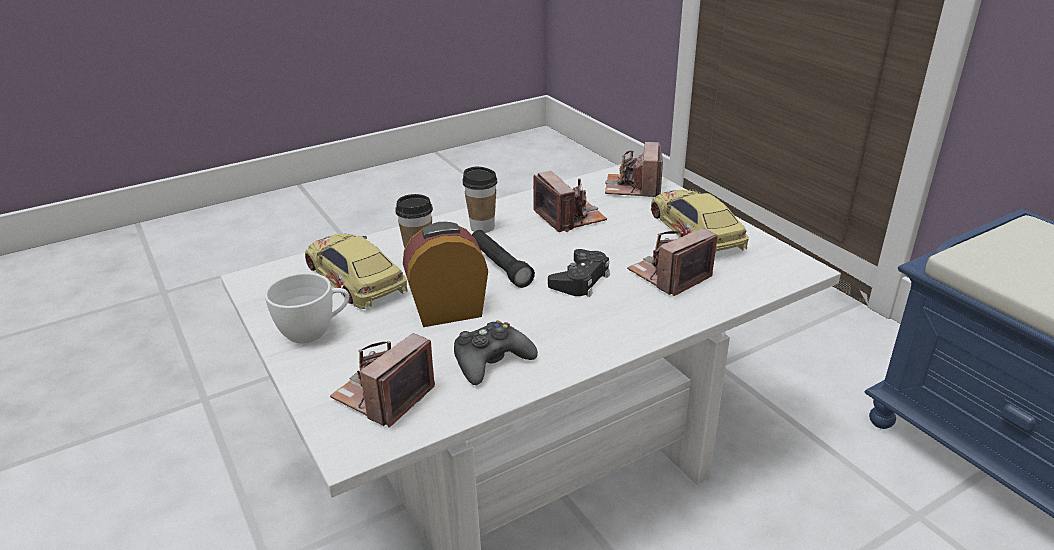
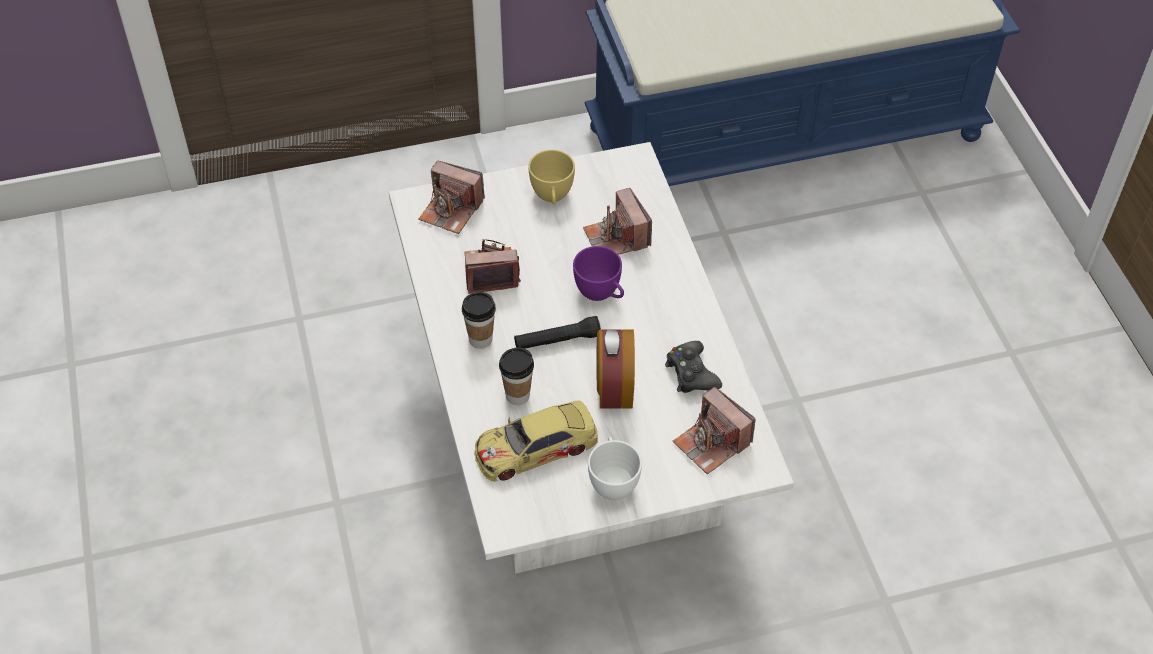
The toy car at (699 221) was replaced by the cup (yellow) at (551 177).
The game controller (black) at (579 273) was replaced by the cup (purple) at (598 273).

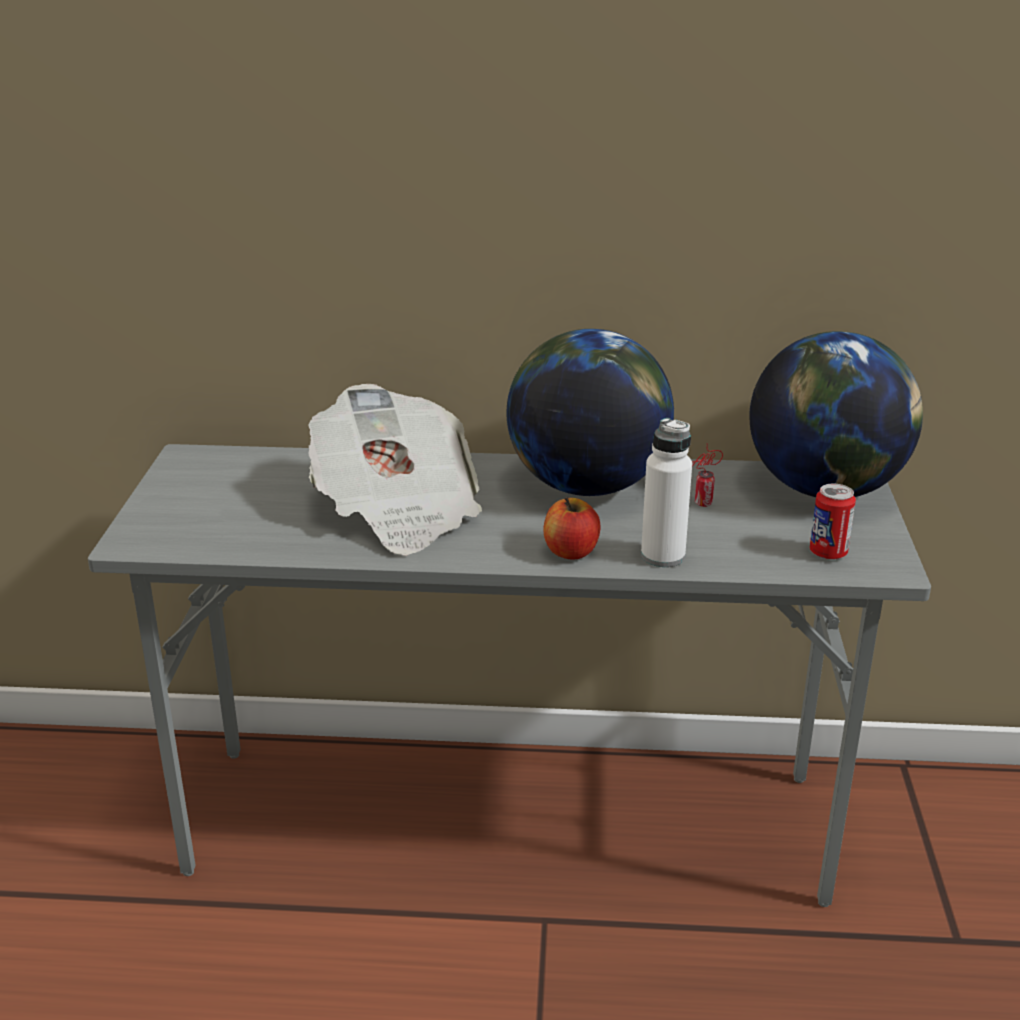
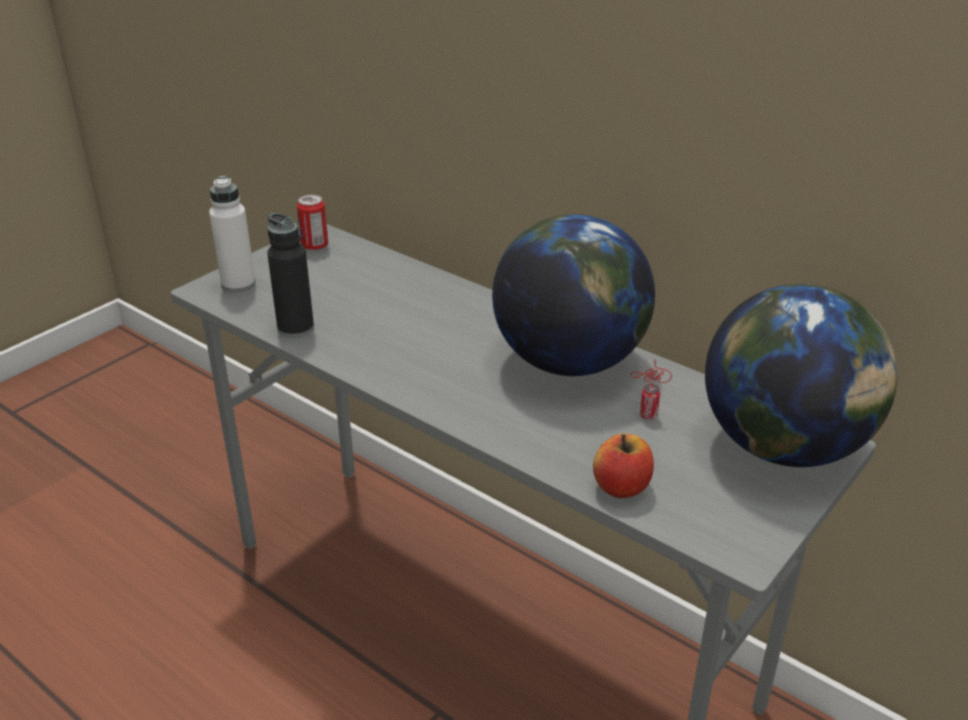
The bottle (white) moved from (666 492) to (232 234).
The bottle (black) at (290 275) appeared.
The can moved from (833 522) to (312 223).
The apple moved from (571 528) to (623 465).
The newspaper at (395 470) disappeared.

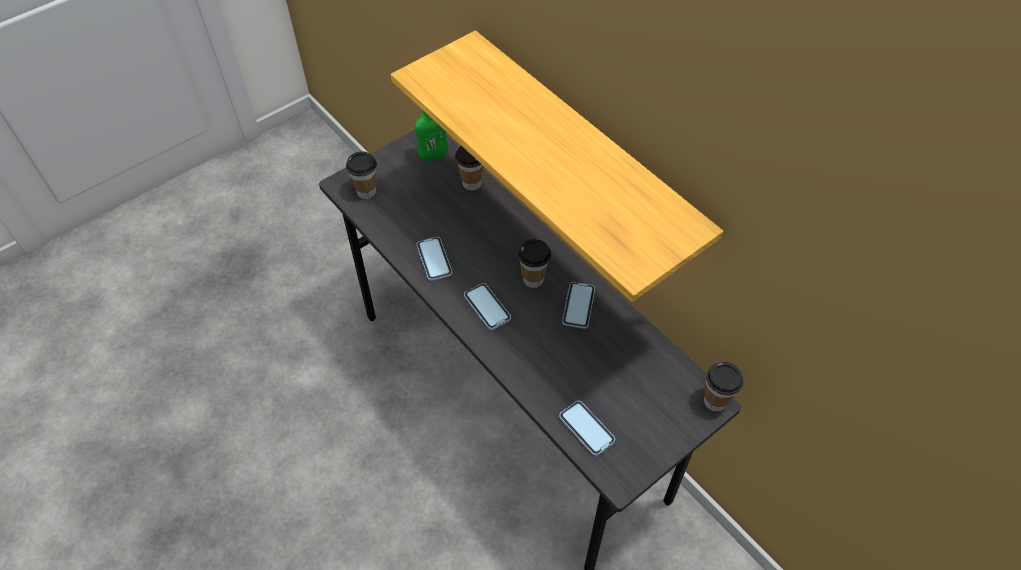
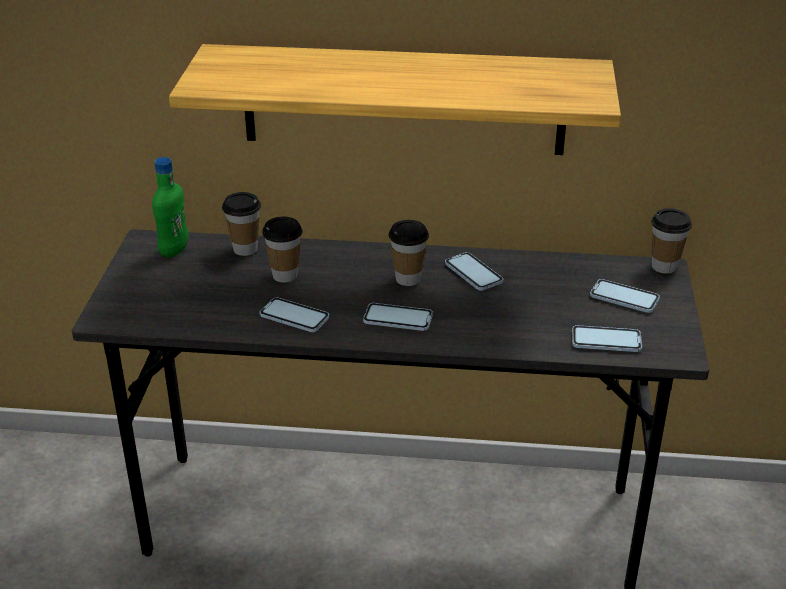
The cup moved from (361 175) to (282 250).
The phone at (625 296) appeared.

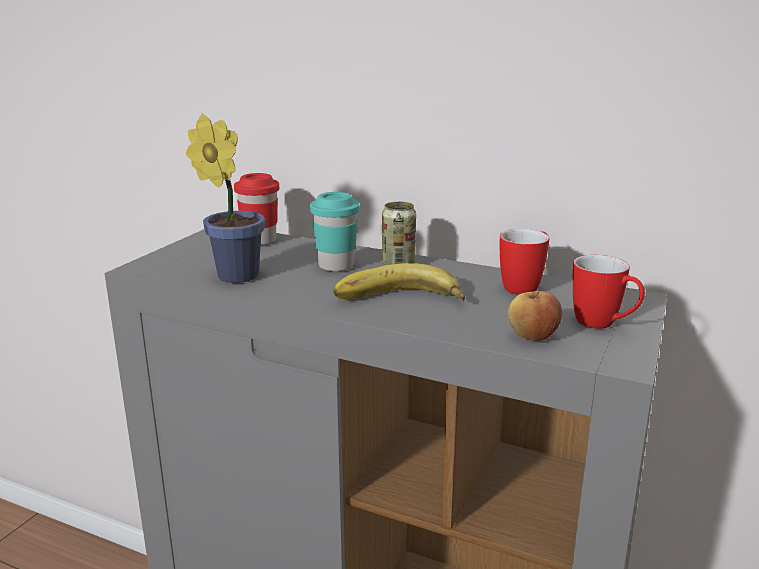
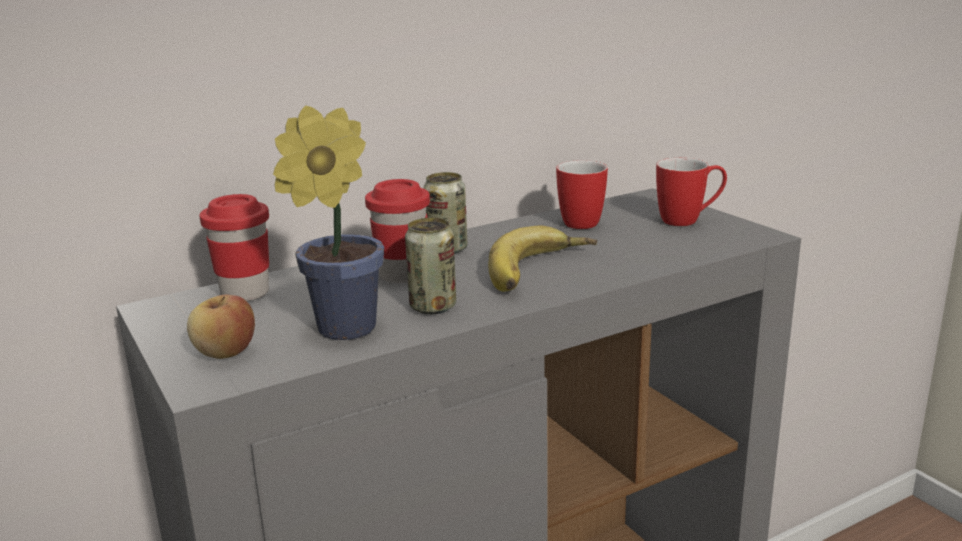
The apple moved from (535 316) to (221 327).
The cup (turquoise) at (335 232) became the cup (red) at (397 231).
The can at (430 266) appeared.

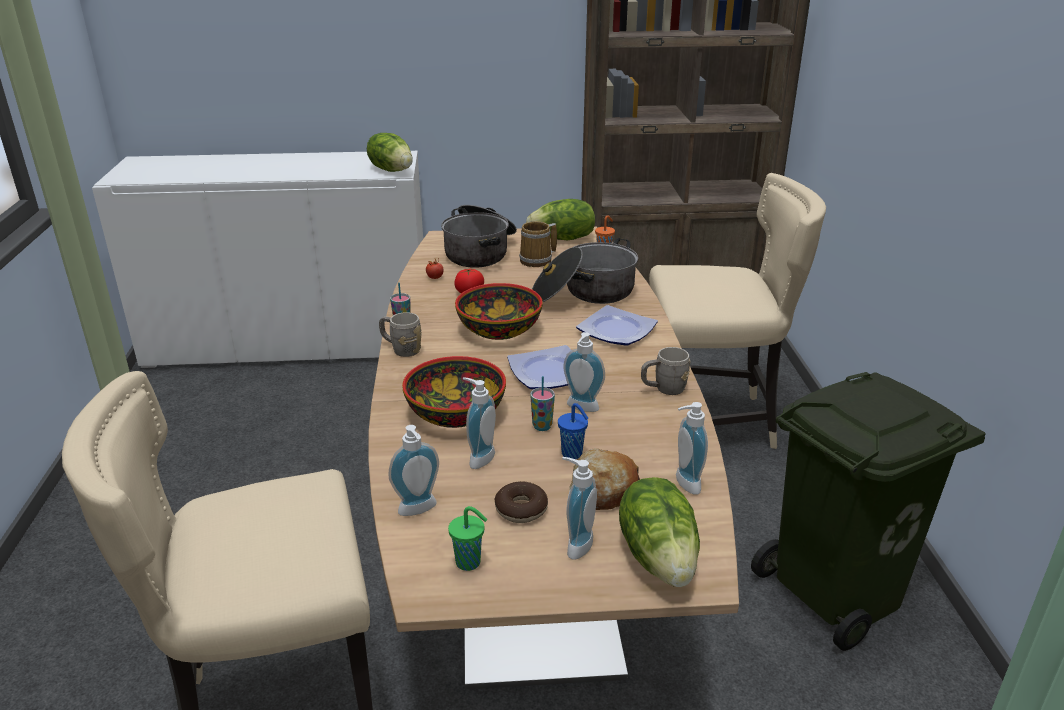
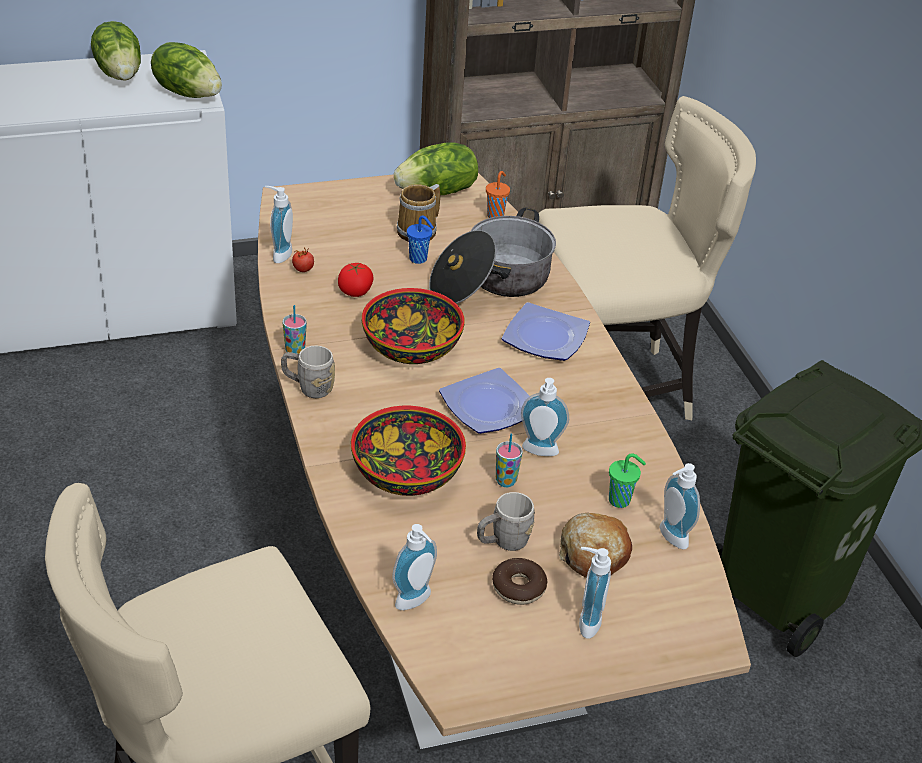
The lettuce moved from (659 532) to (116 50).
The soap dispenser moved from (479 423) to (279 224).
The cup (blue) moved from (573 431) to (420 239).
The mug (grey) moved from (666 371) to (506 521).
The cup (green) moved from (467 538) to (627 480).
The cooking pot at (479 236) disappeared.

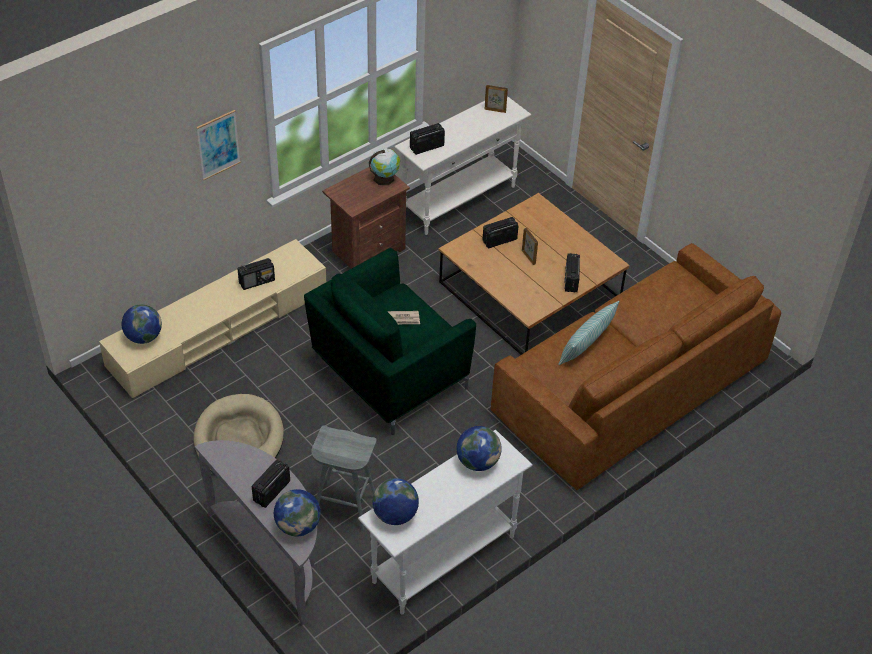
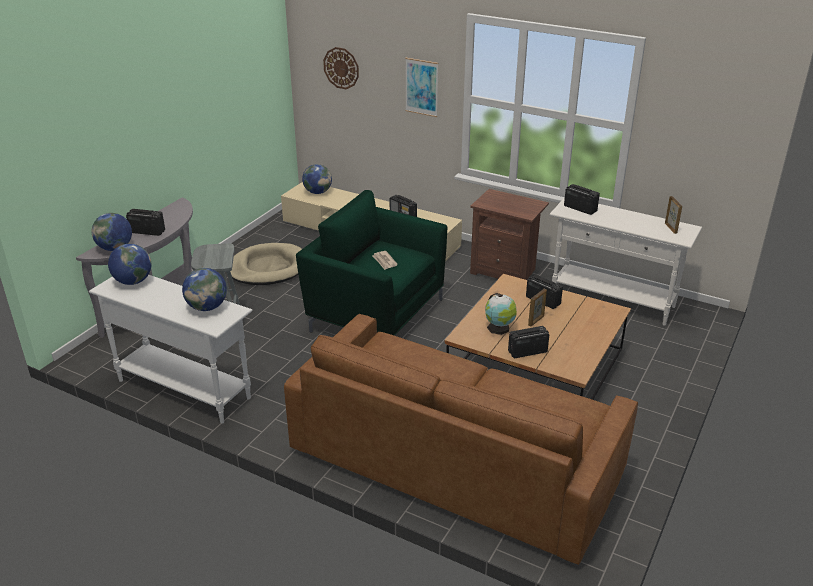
The wall clock at (341 68) appeared.
The globe moved from (384 166) to (501 314).
The pillow at (588 333) disappeared.

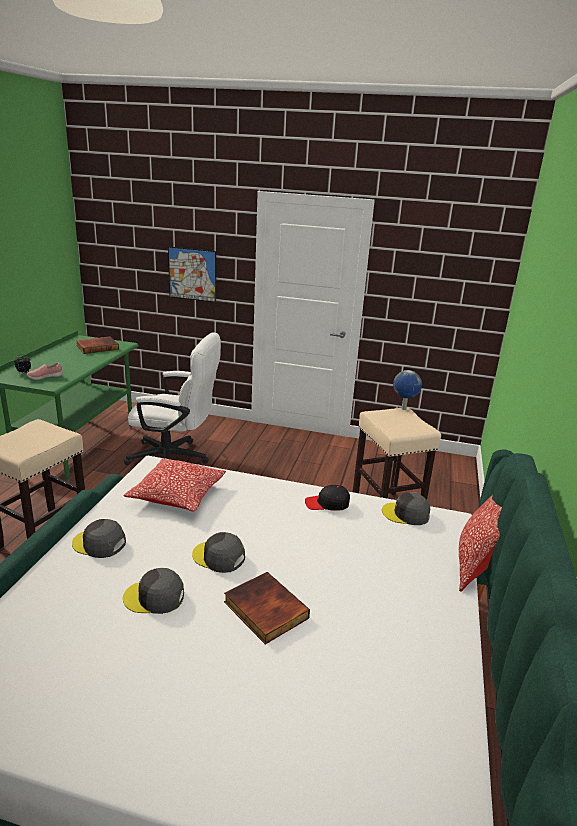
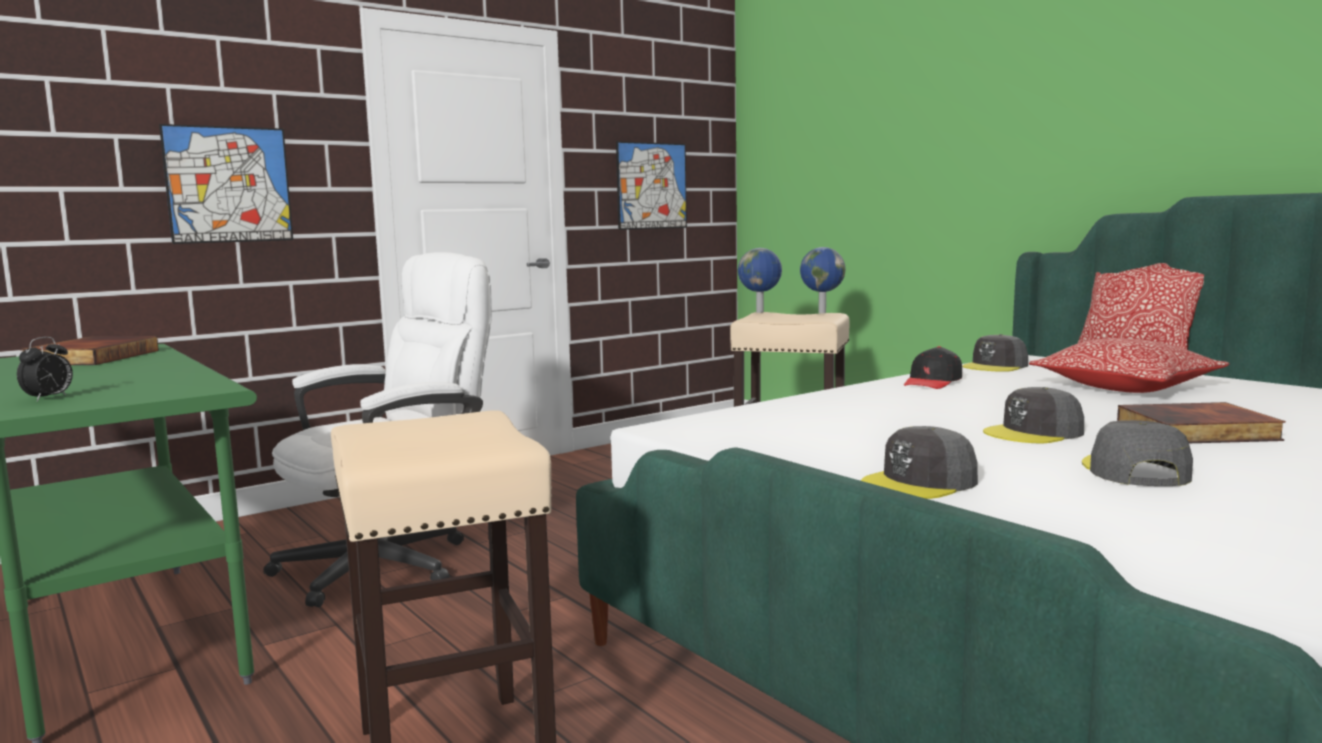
The picture at (651 185) appeared.
The globe at (823 280) appeared.
The pillow moved from (175 485) to (1129 365).
The cap (grey) at (153 591) turned 150 degrees clockwise.
The shoe (pink) at (44 371) disappeared.

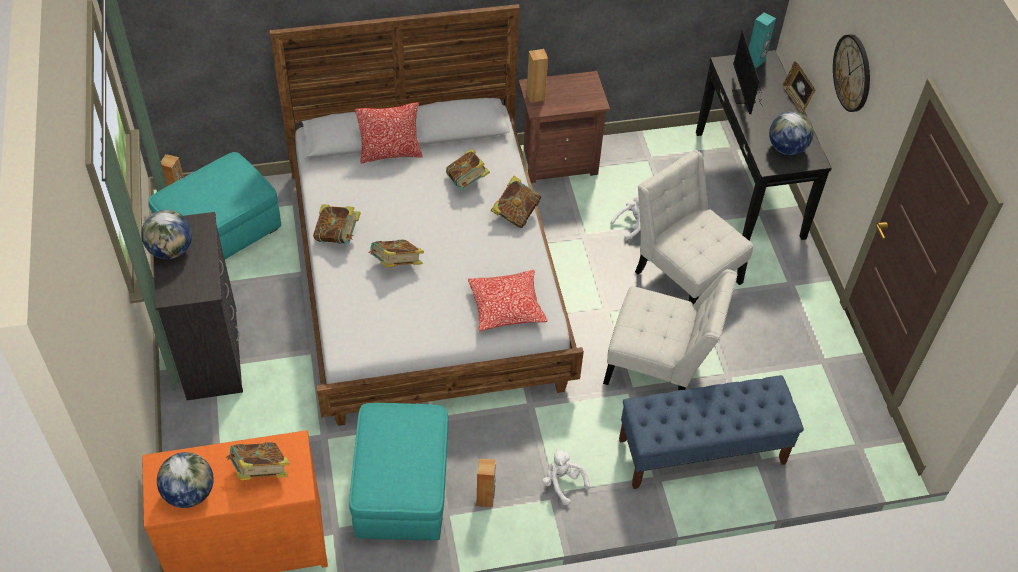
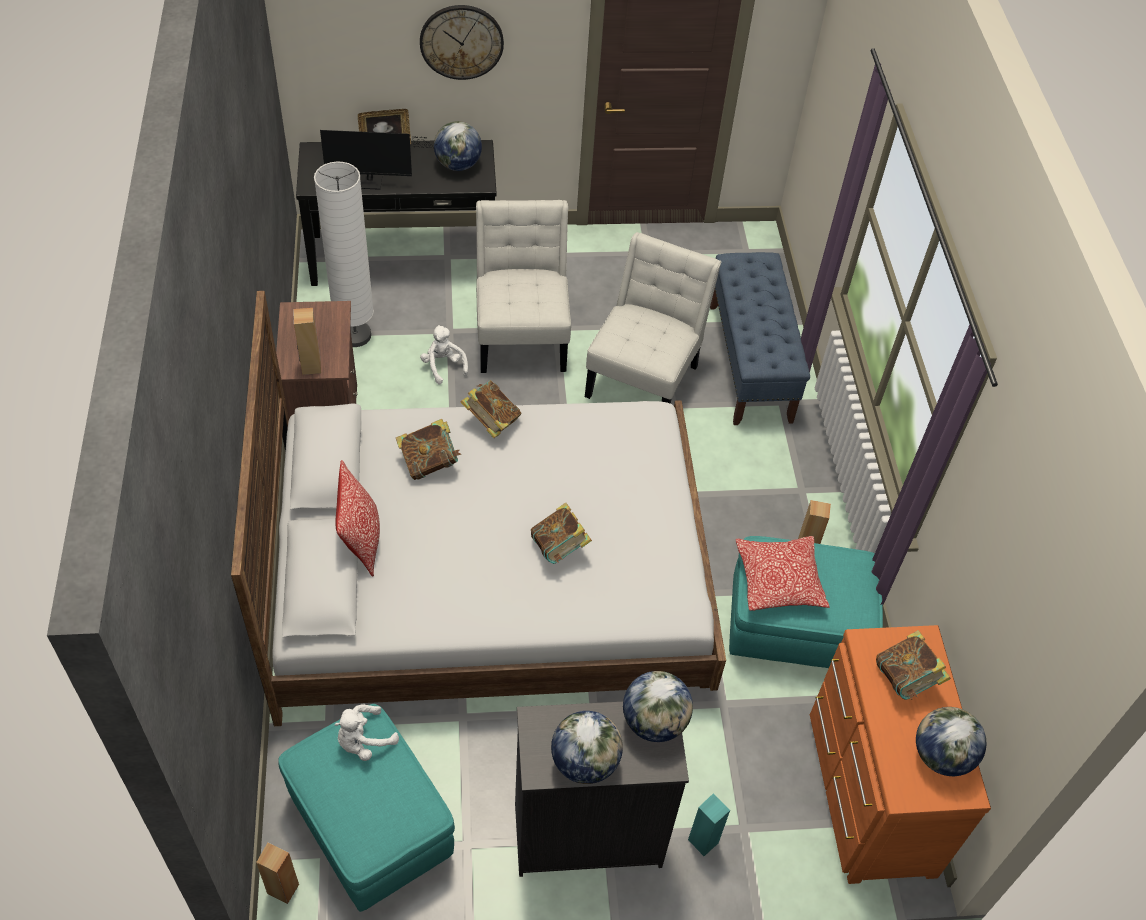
The floor lamp (white) at (344 254) appeared.
The plush toy (white) moved from (566 477) to (367 733).
The chair (white) at (694 227) turned 120 degrees clockwise.
The globe at (658 706) appeared.
The speaker (turquoise) moved from (762 40) to (709 825).
The pillow moved from (507 300) to (783 573).
The book at (337 224) disappeared.

